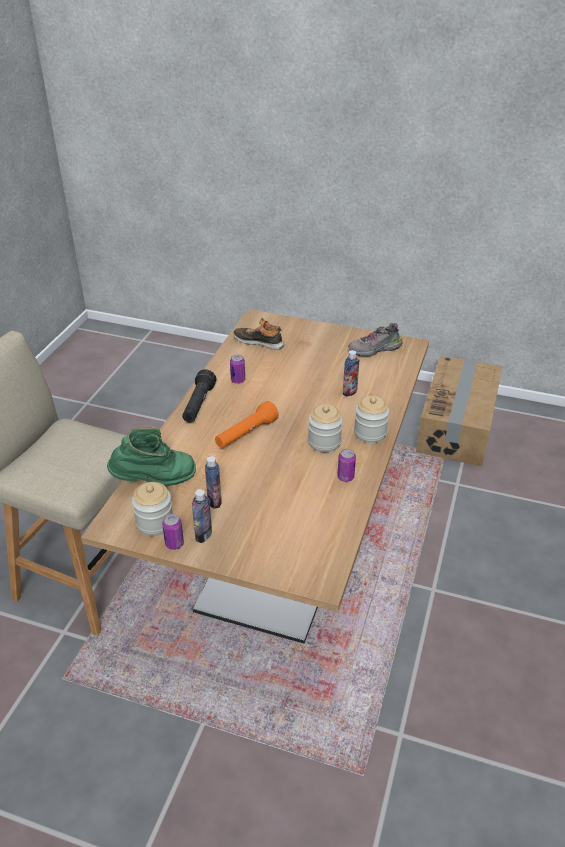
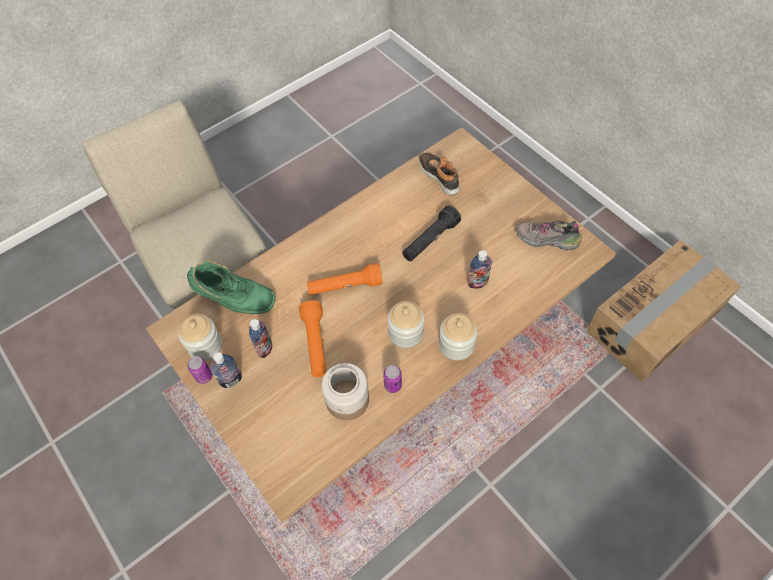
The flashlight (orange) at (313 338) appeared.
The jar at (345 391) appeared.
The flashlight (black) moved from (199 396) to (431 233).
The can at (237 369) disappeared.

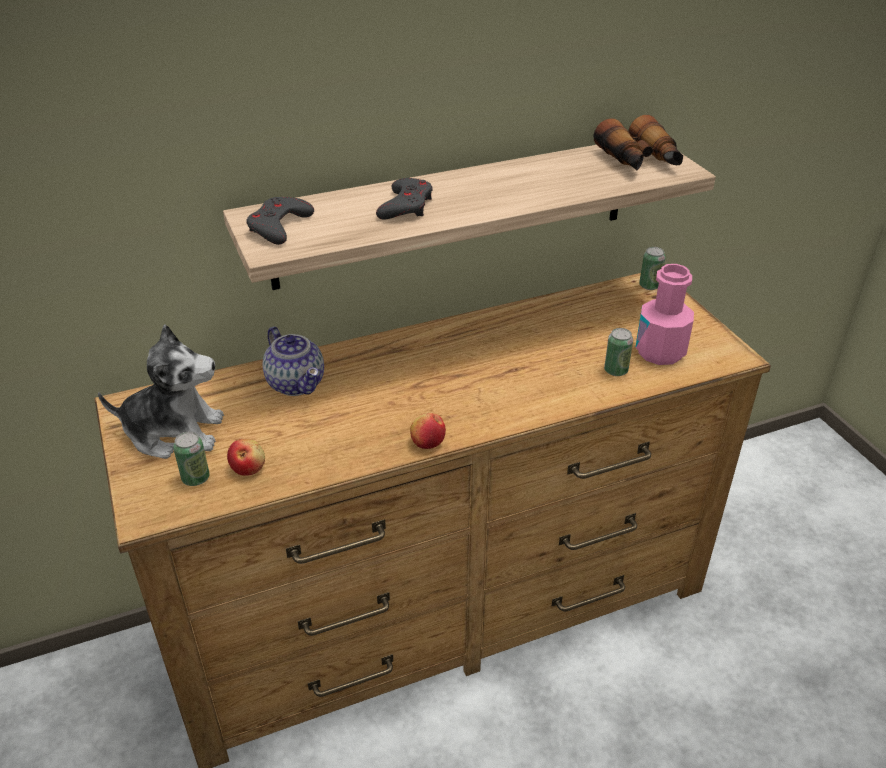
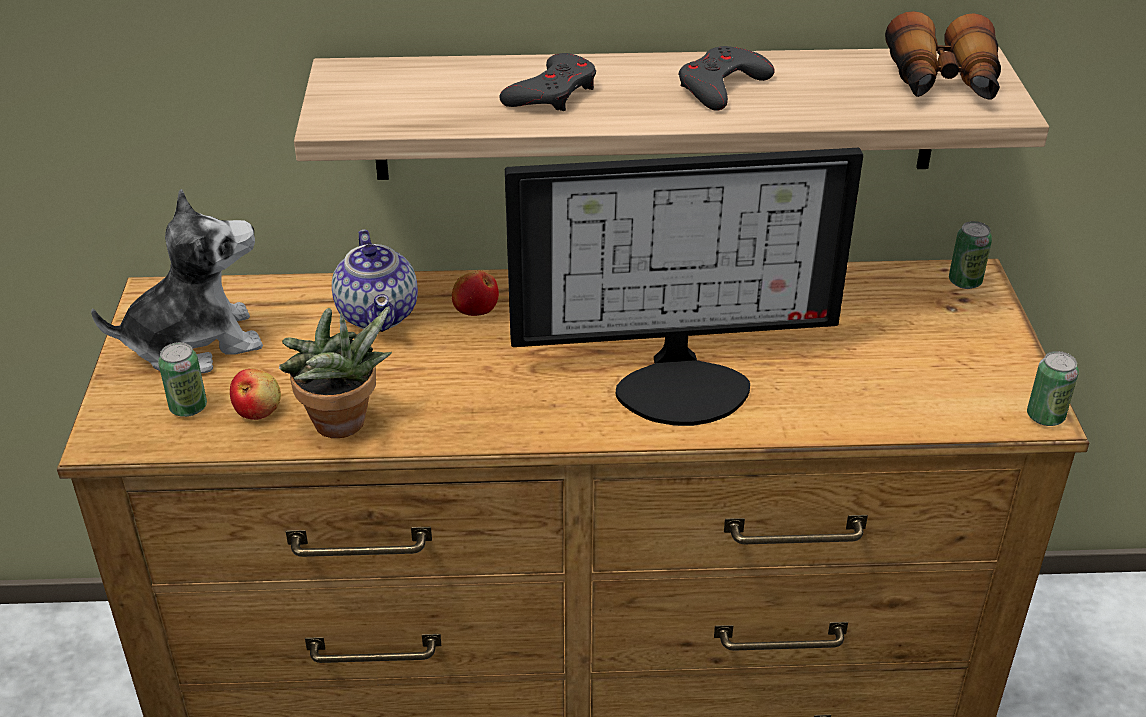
The plush toy at (161 392) turned 45 degrees counterclockwise.
The potted plant at (335 372) appeared.
The apple moved from (428 430) to (475 293).
The monitor at (684 287) appeared.
The game controller (grey) moved from (280 221) to (727 78).
The can moved from (618 352) to (1053 388).
The bottle (pink) at (665 314) disappeared.

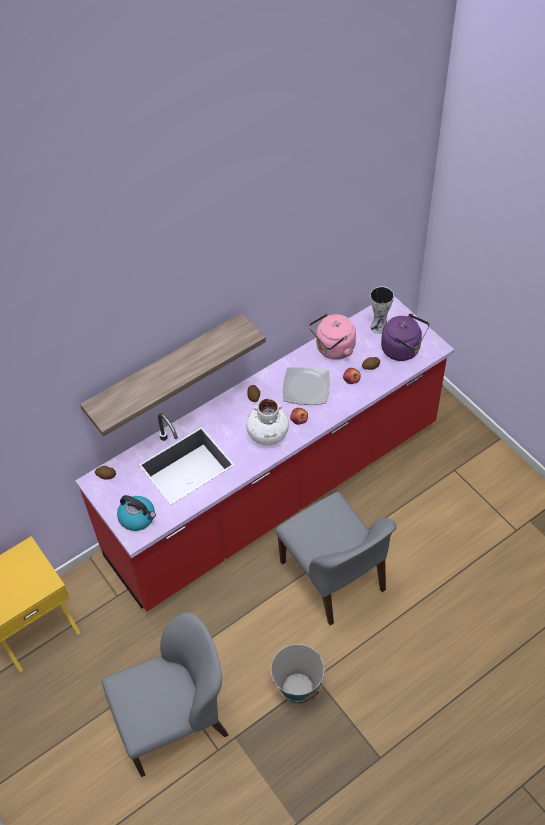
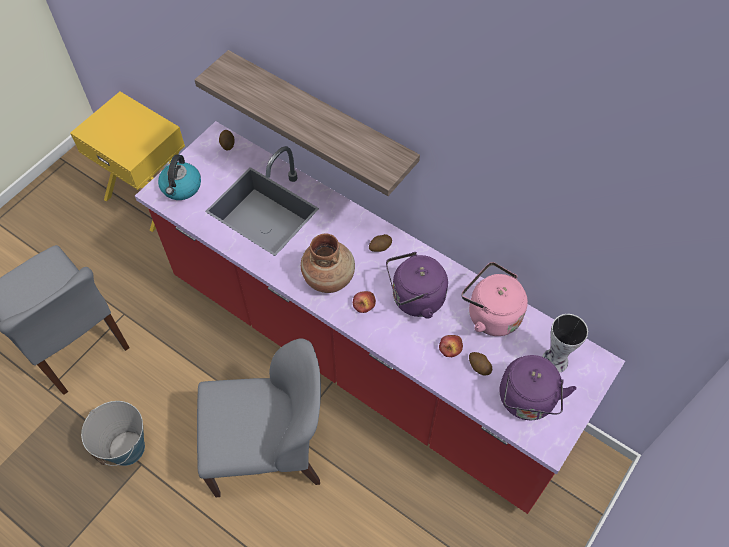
The chair (grey) at (336 558) turned 135 degrees counterclockwise.
The vase (white) at (267 421) became the vase (brown) at (328 263).
The plate at (306 386) was replaced by the kettle (purple) at (417 285).

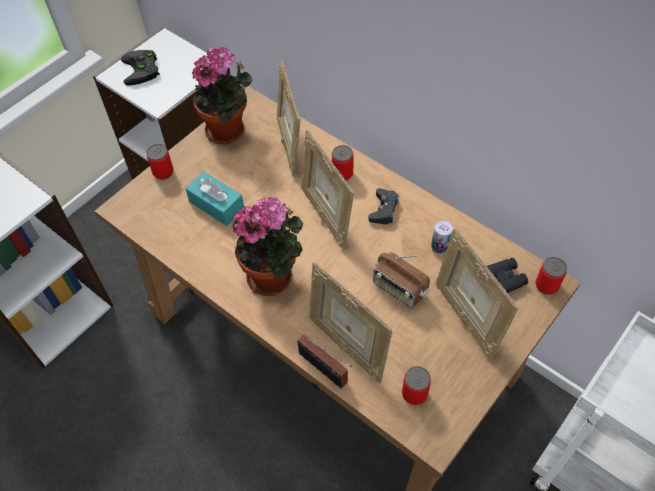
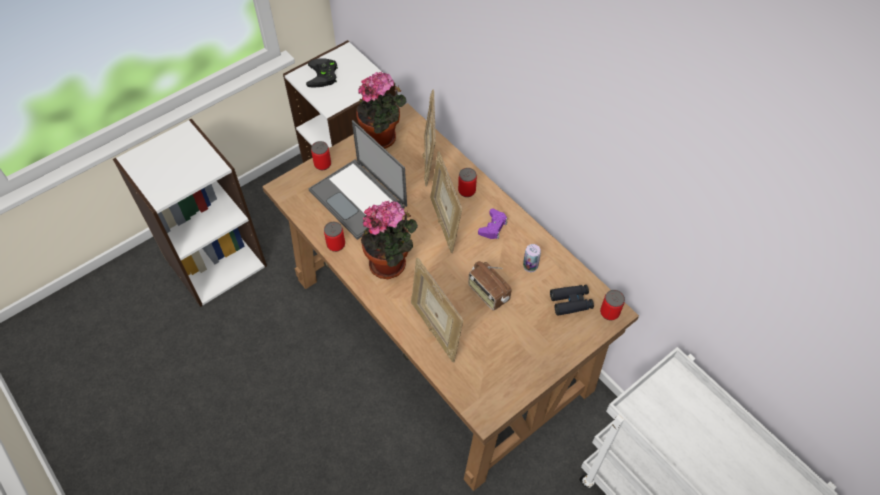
The tissue box (turquoise) at (214 199) was replaced by the laptop at (357 180).
The can moved from (416 385) to (334 237).
The game controller (black) at (383 206) became the game controller (purple) at (492 223).
The radio at (324 362) disappeared.
The picture frame at (477 294) disappeared.

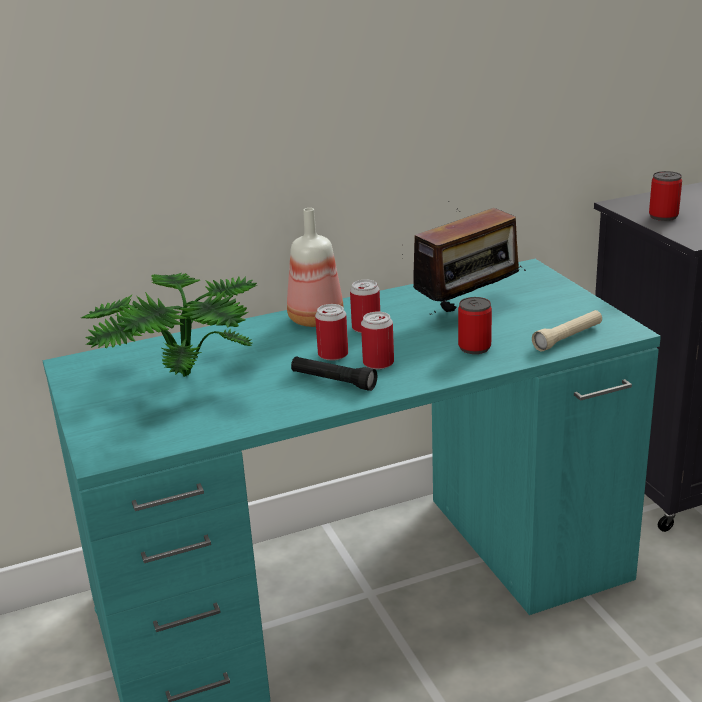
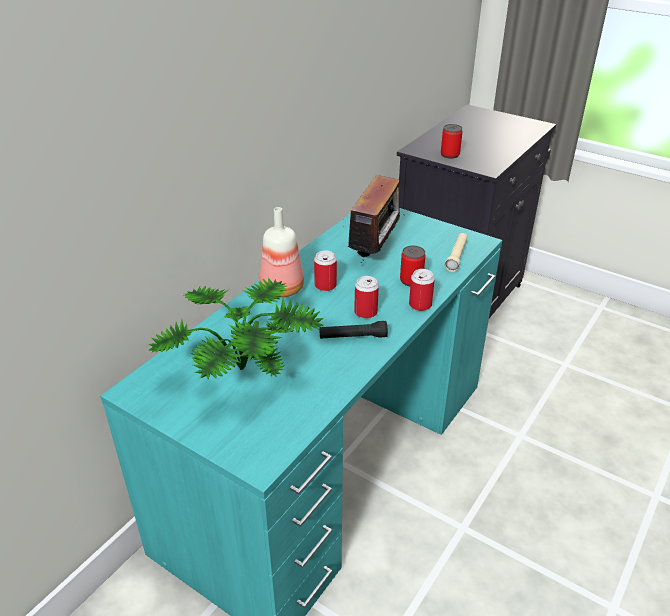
The can moved from (331 332) to (422 290).

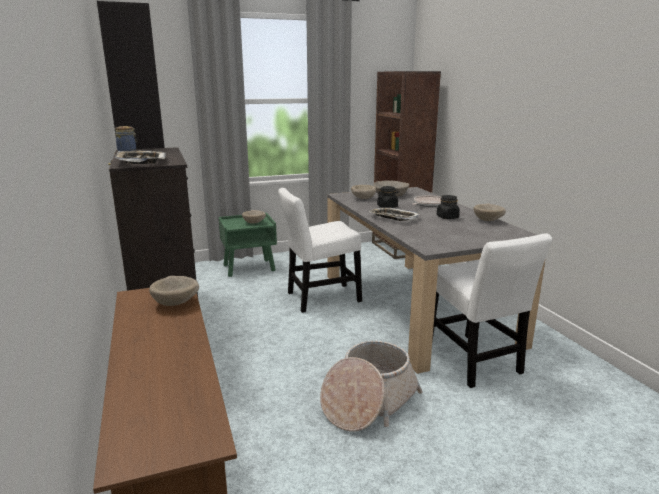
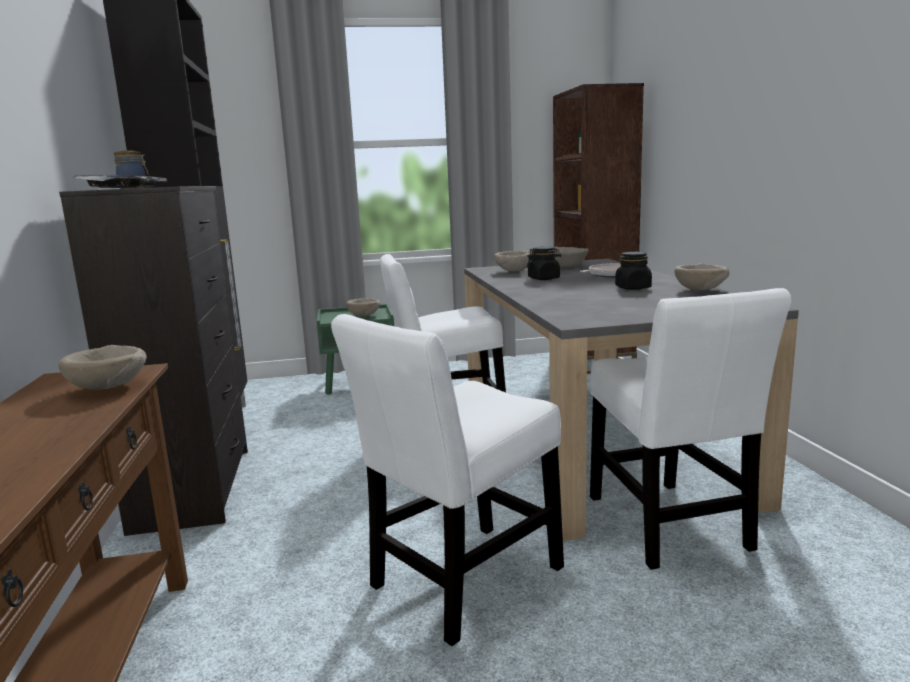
The basket at (371 386) was replaced by the chair (white) at (447 480).
The tray at (394 214) disappeared.

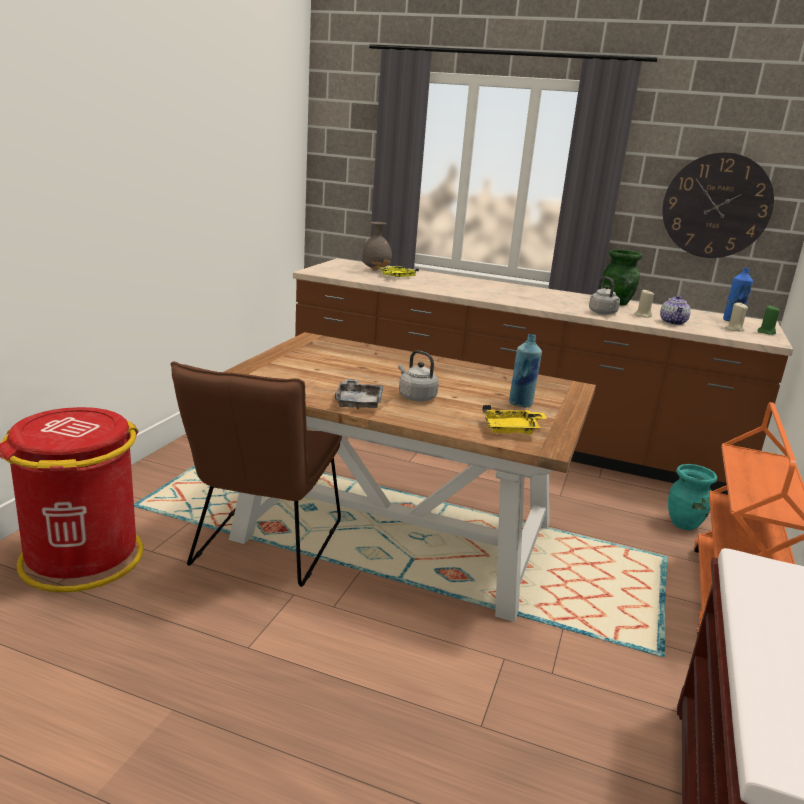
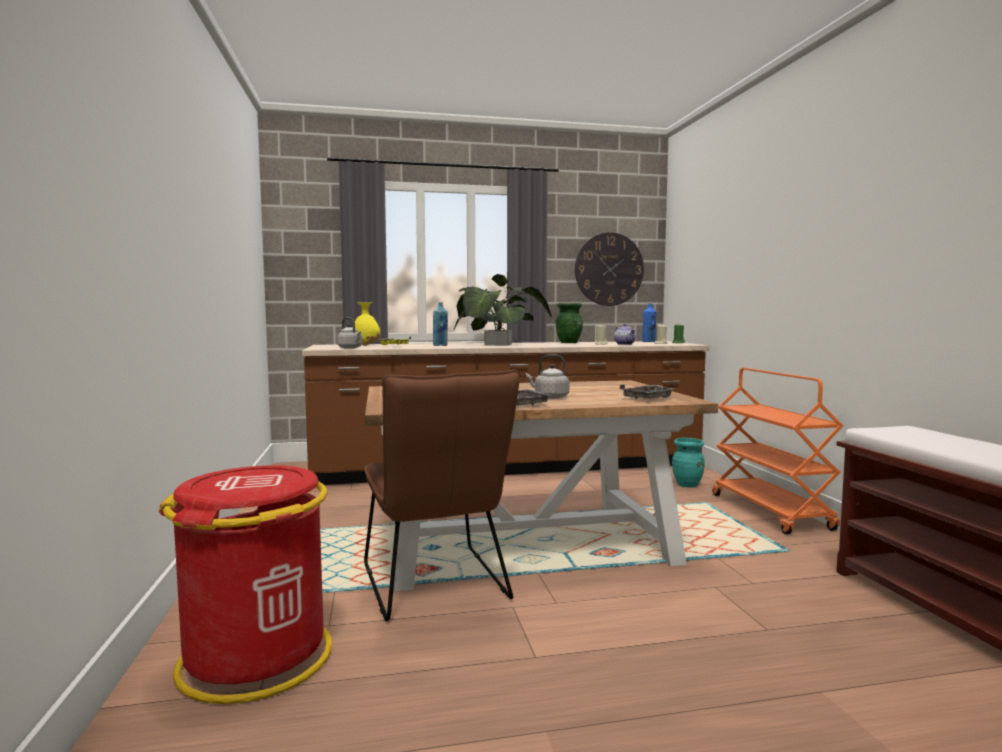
The kettle (grey) moved from (604 295) to (349 333).
The vase (grey) at (377 246) became the vase (yellow) at (367 324).
The bottle (blue) moved from (525 370) to (440 324).
The potted plant at (503 309) appeared.
The tray (yellow) at (514 420) became the tray (grey) at (648 392).

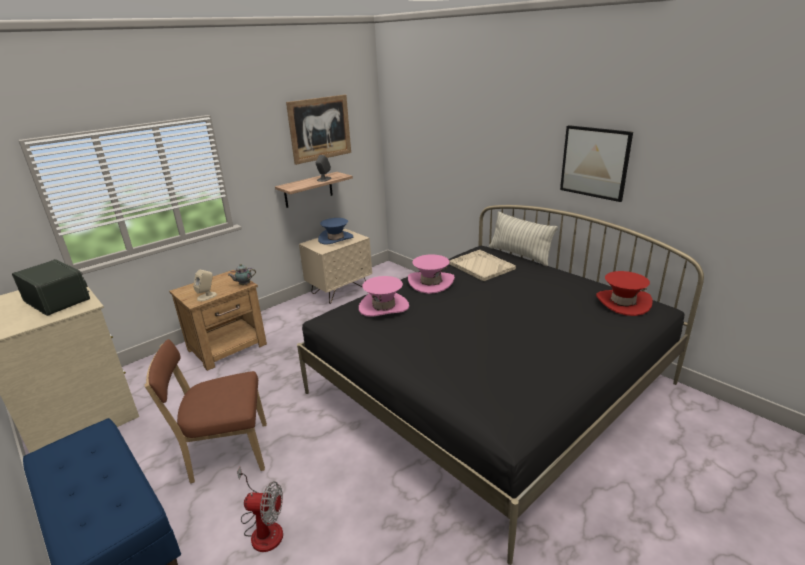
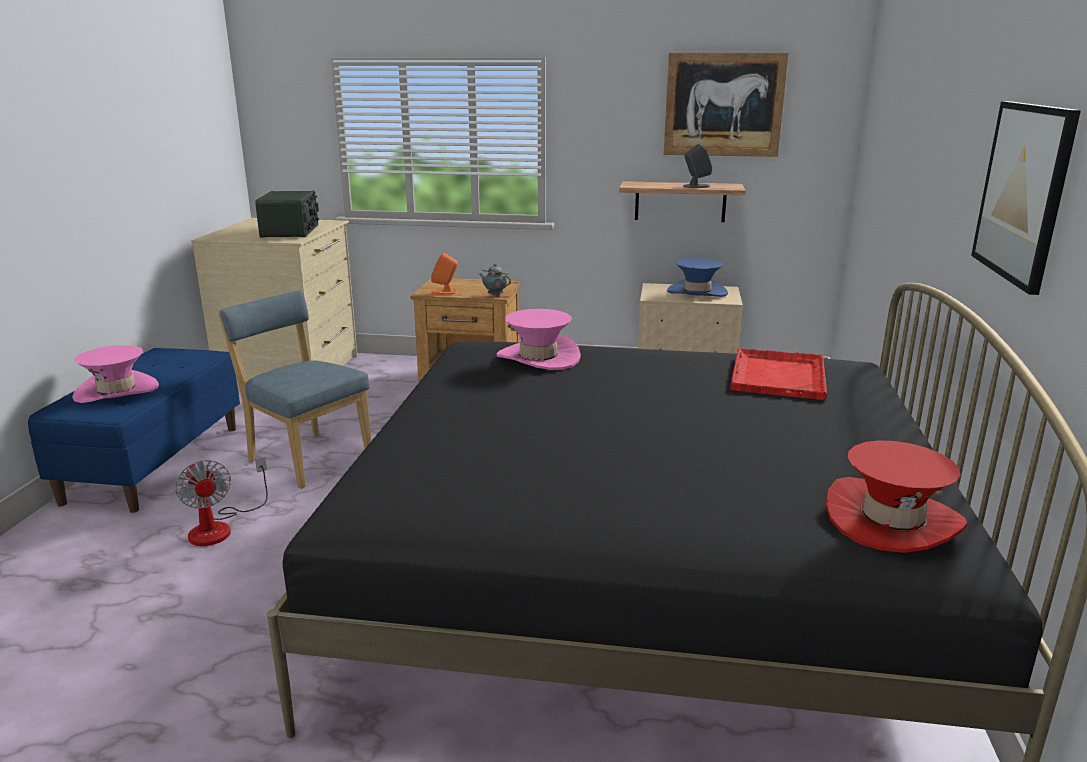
The hat (pink) moved from (431 274) to (115 374).
The chair (brown) at (205 411) became the chair (blue) at (294 390).
The speaker (beige) at (205 285) became the speaker (orange) at (444 274).
The tray (beige) at (482 265) became the tray (red) at (778 374).
The pillow at (523 238) disappeared.

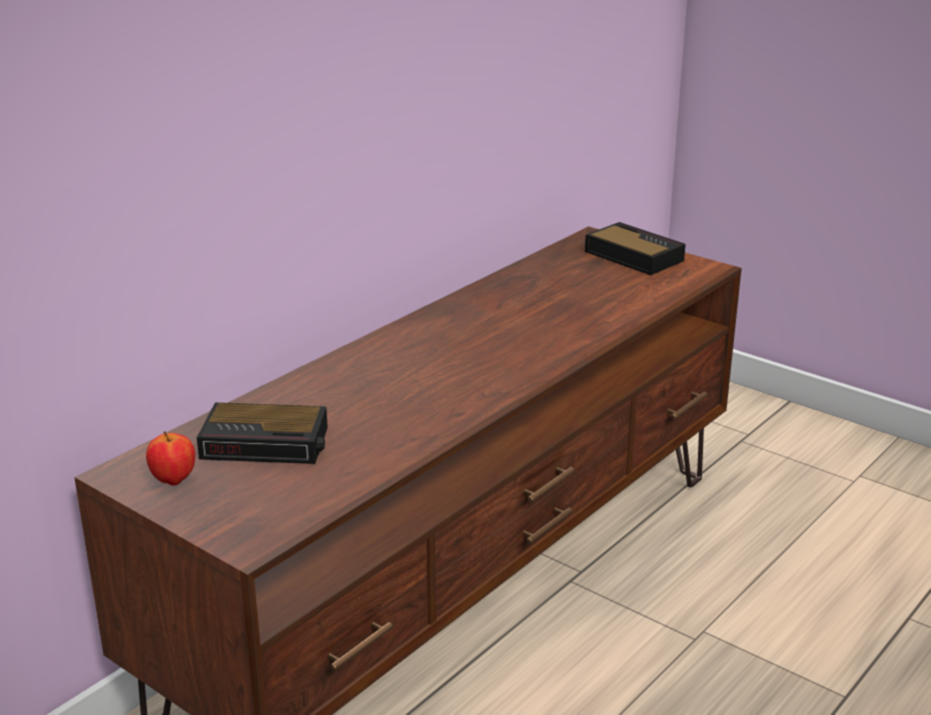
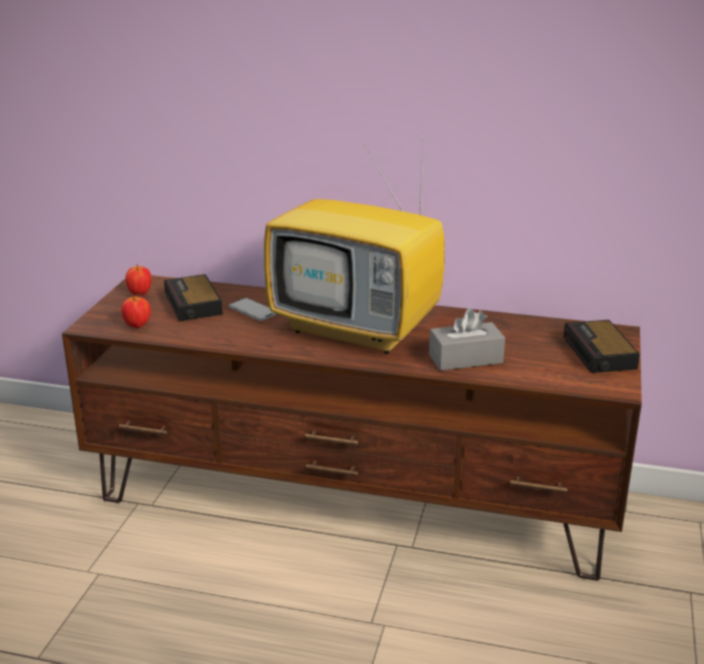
The apple at (136 311) appeared.
The phone at (253 309) appeared.
The television at (354 238) appeared.
The tissue box (grey) at (467 339) appeared.
The alarm clock at (635 248) turned 150 degrees clockwise.

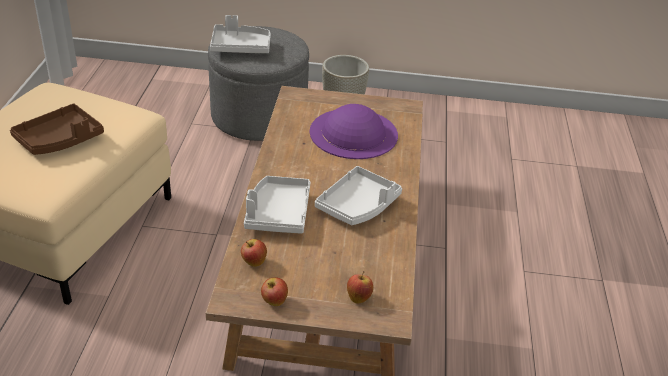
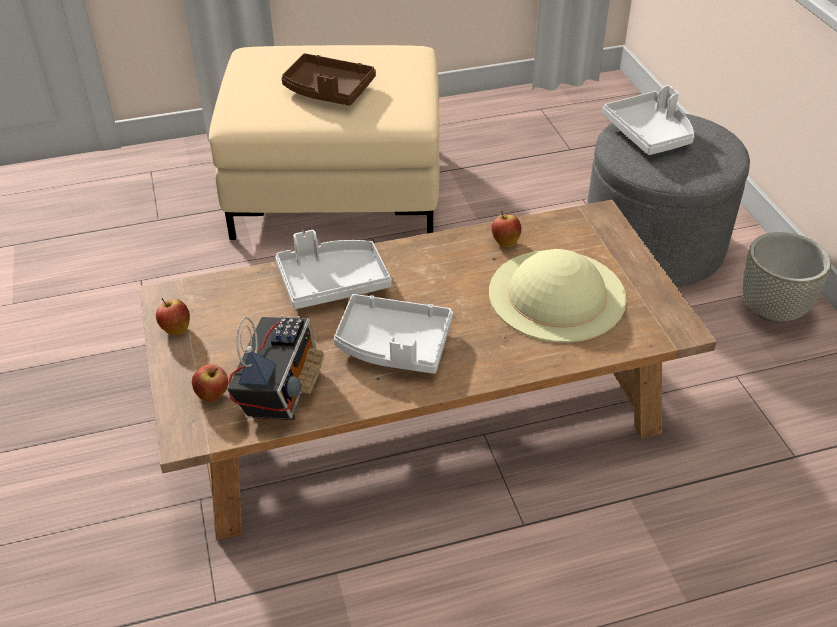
The radio at (275 367) appeared.
The hat (purple) at (354 131) became the hat (beige) at (558 296).
The apple moved from (254 253) to (506 229).

